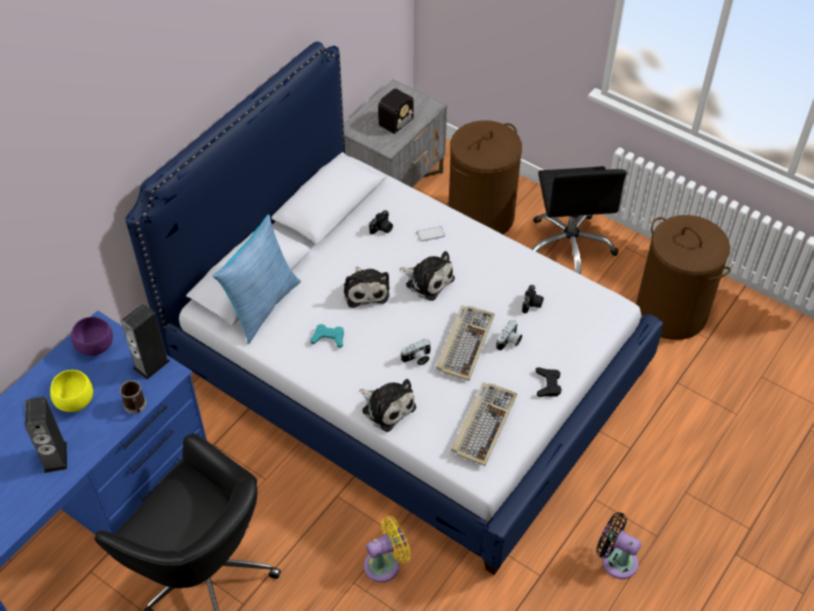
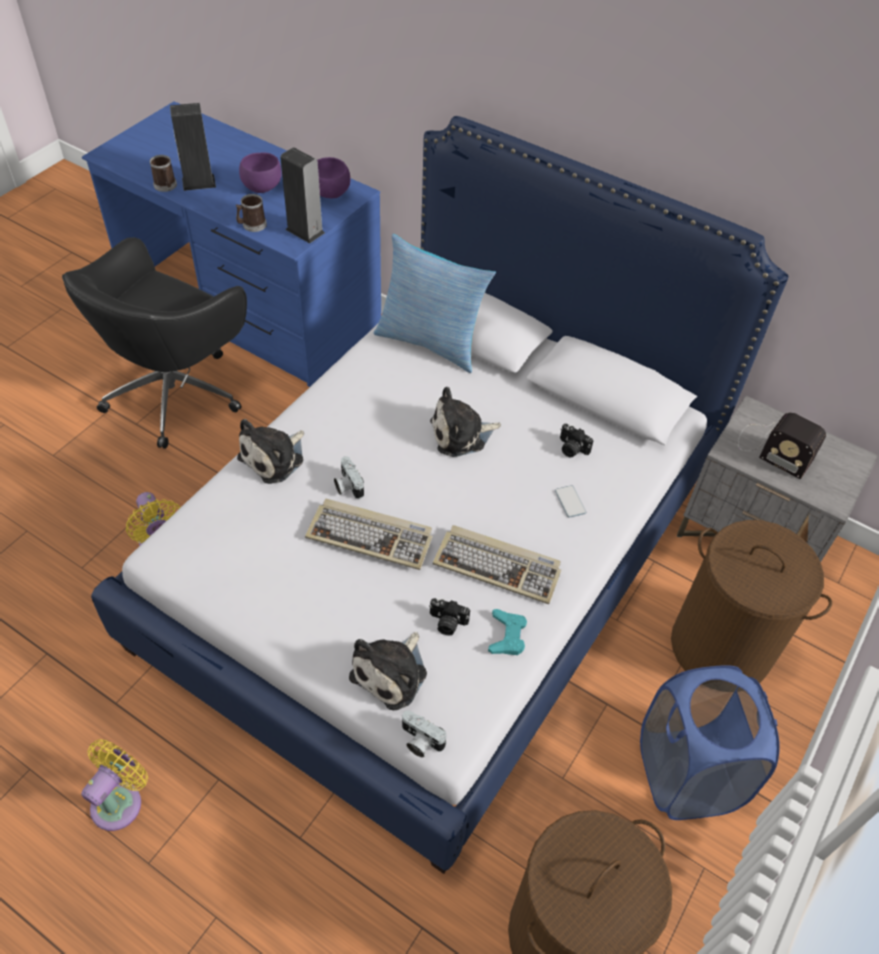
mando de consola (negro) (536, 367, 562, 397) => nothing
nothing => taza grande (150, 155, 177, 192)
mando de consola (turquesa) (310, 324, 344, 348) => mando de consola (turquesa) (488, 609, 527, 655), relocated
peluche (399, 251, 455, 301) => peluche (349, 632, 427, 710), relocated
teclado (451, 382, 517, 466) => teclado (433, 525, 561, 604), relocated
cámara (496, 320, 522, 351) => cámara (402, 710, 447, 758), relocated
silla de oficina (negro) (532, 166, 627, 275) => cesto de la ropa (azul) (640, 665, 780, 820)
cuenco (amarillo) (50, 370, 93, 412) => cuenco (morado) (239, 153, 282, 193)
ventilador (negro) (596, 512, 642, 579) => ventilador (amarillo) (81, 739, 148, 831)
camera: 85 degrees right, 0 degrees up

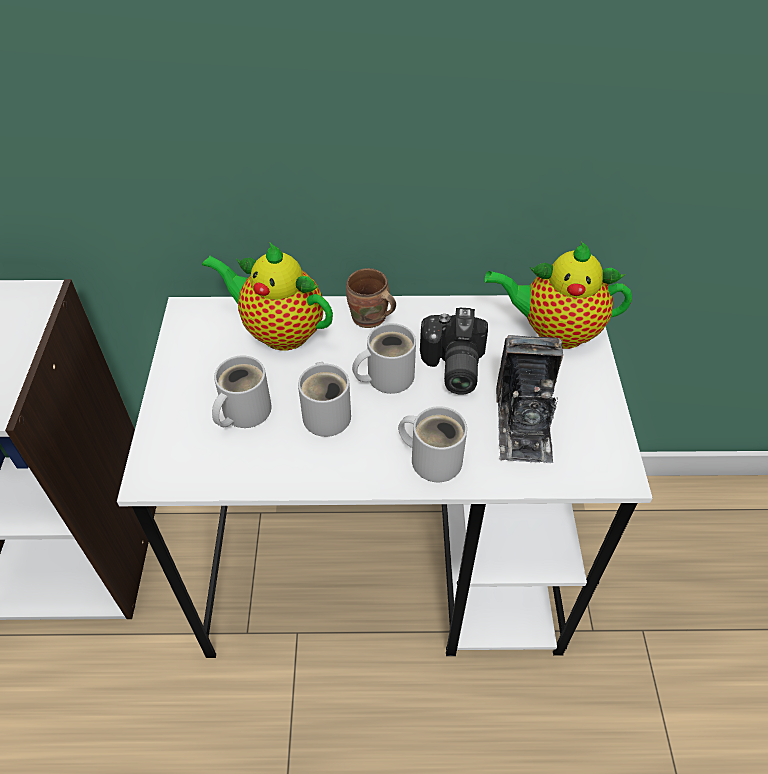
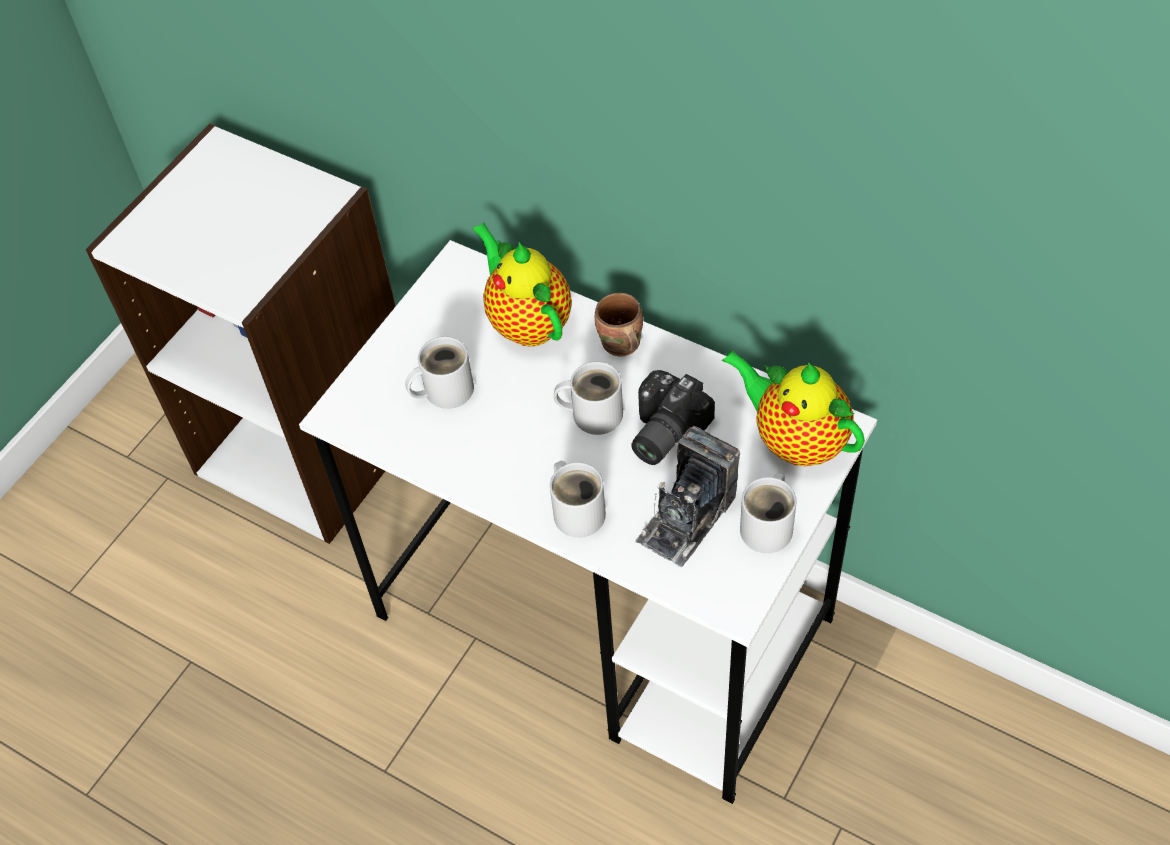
taza grande (blanco) (298, 362, 351, 437) => taza grande (blanco) (740, 473, 797, 553), relocated
camera: 35 degrees right, 5 degrees up

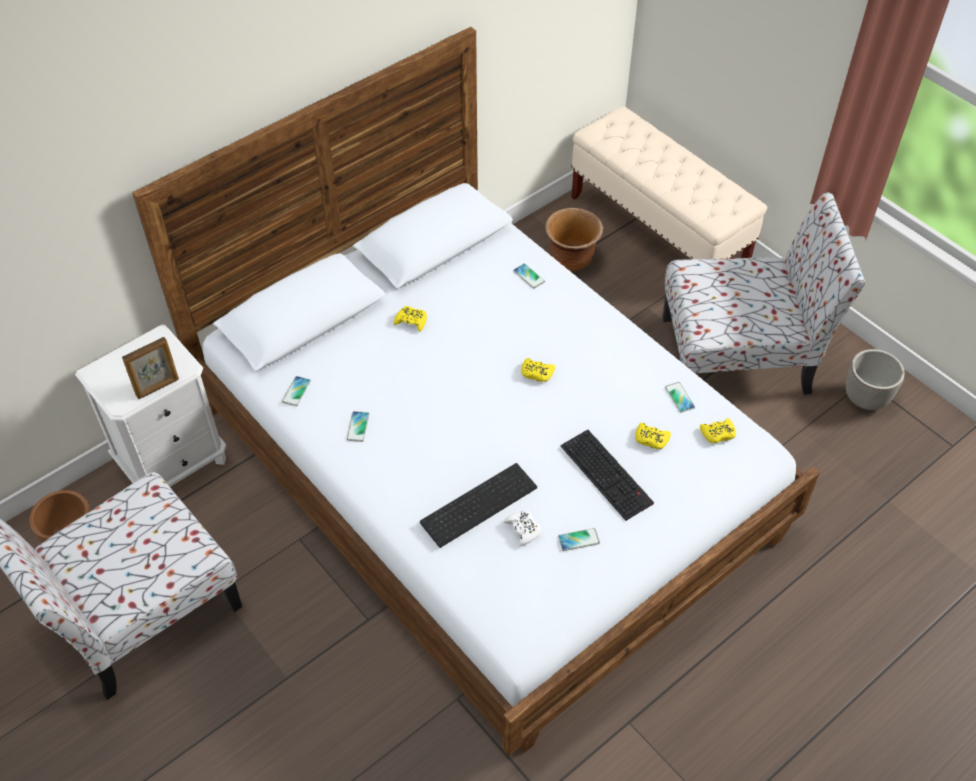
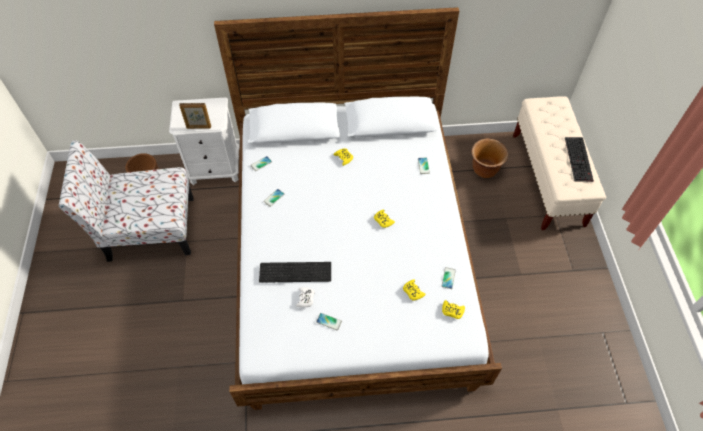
silla (662, 193, 865, 395) => nothing
maceta (846, 349, 905, 410) => nothing
teclado (561, 430, 654, 521) => teclado (565, 137, 594, 182), relocated
camera: 35 degrees right, 5 degrees up

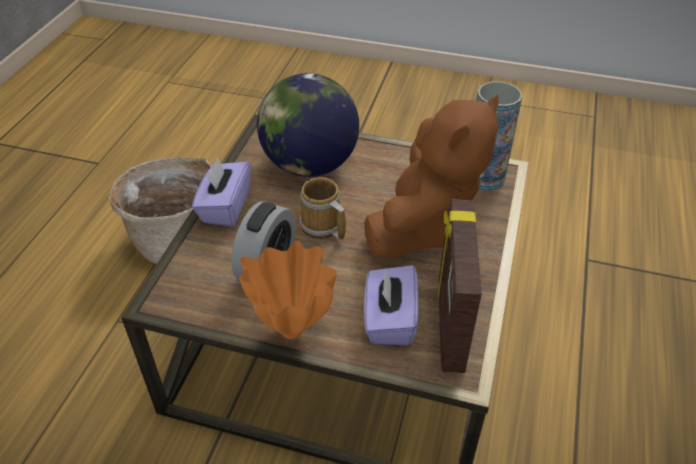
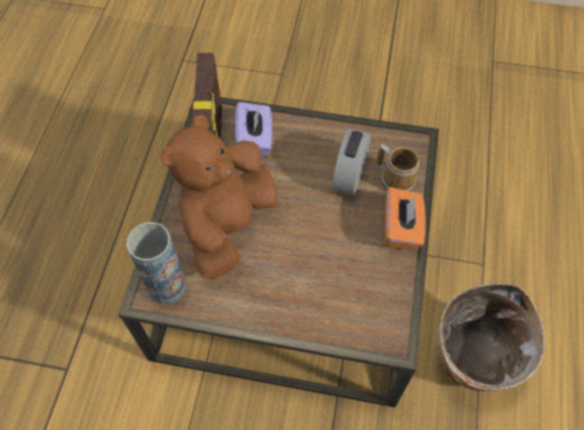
florero (naranja) (239, 241, 337, 339) => nothing
globo terráqueo (257, 73, 359, 177) => nothing
taza grande (300, 177, 346, 240) => taza grande (377, 145, 419, 191), relocated
caja de pañuelos (morado) (192, 157, 251, 226) => caja de pañuelos (naranja) (385, 187, 426, 250)
camera: 175 degrees right, 15 degrees up

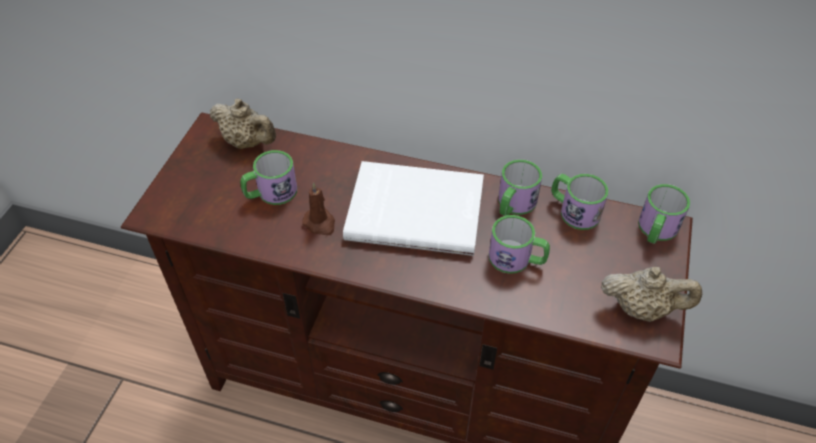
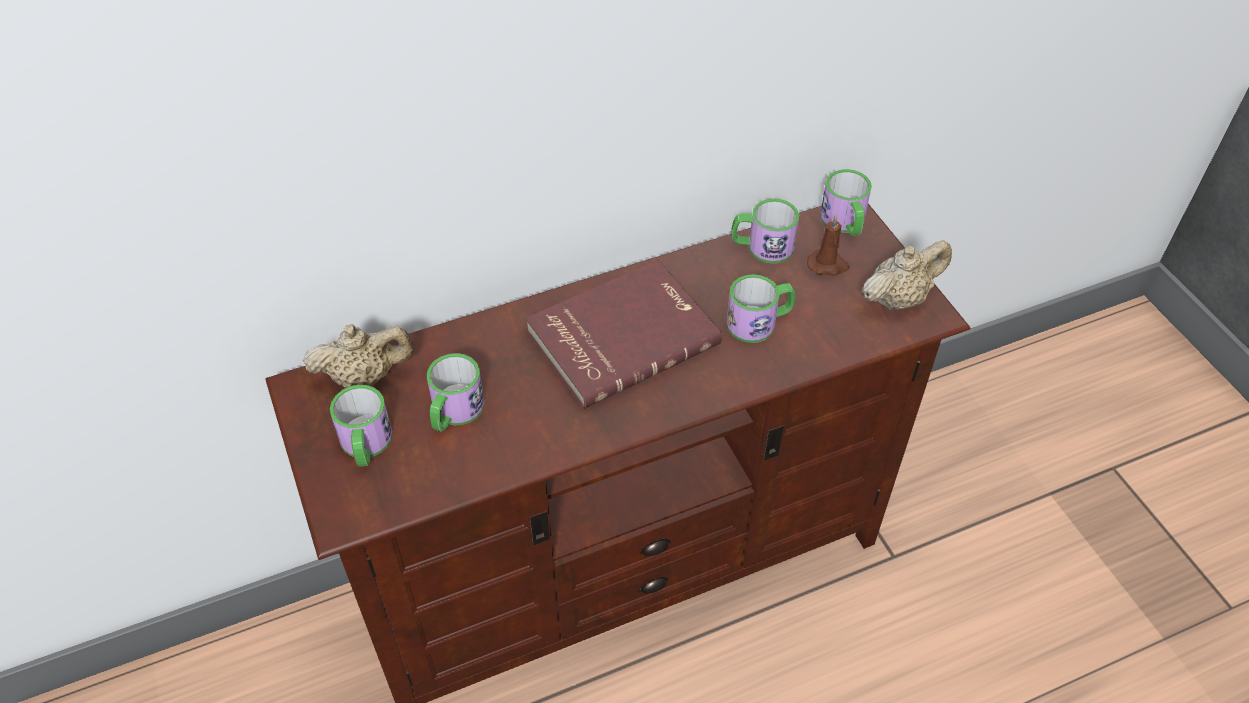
vela (marrón) (302, 182, 335, 235) => vela (marrón) (807, 215, 850, 276), relocated
taza grande (498, 159, 542, 216) => taza grande (330, 385, 393, 467), relocated
libro (blanco) (343, 161, 484, 256) => libro (rojo) (525, 260, 722, 409)
camera: 40 degrees left, 0 degrees up

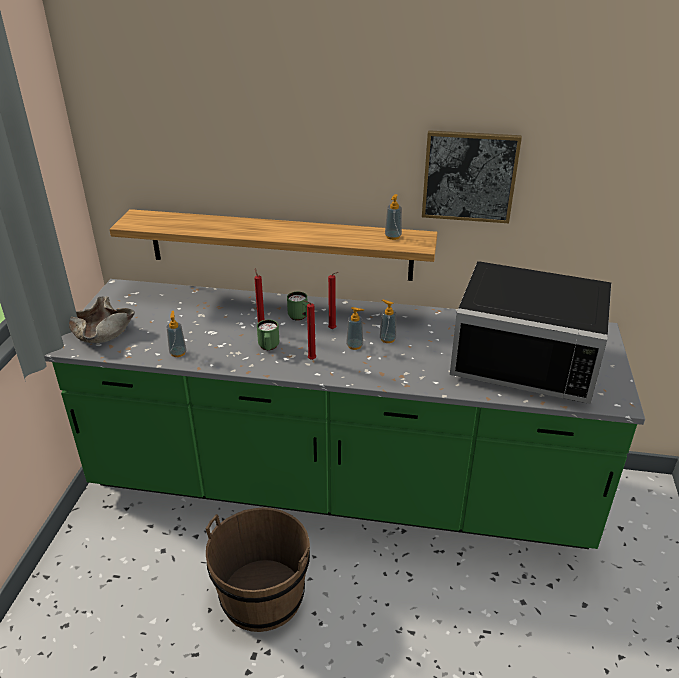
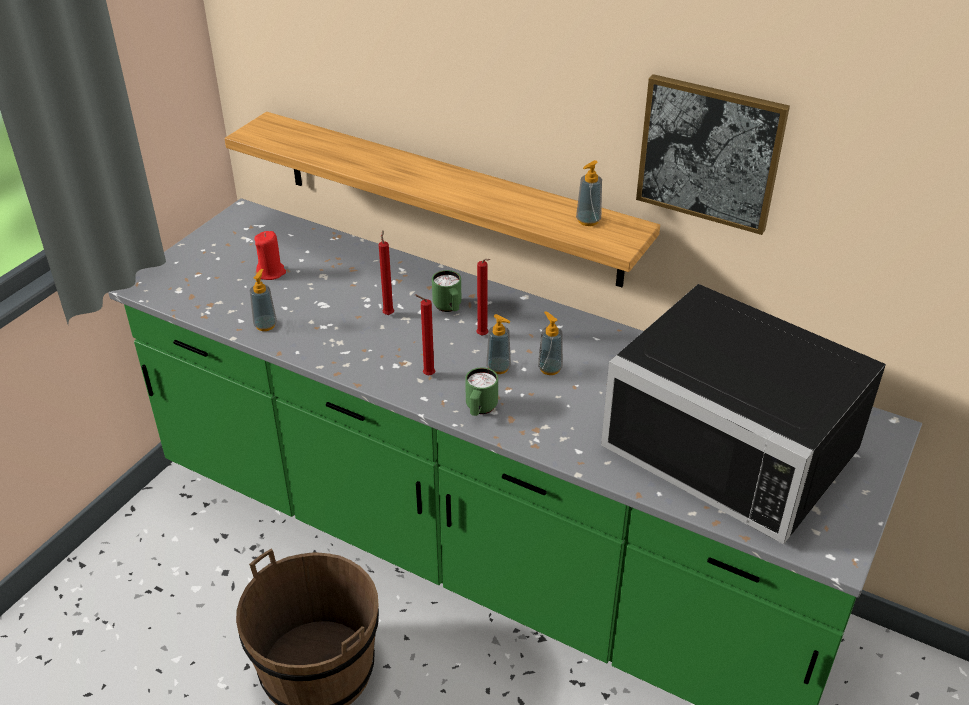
cuenco (beis) (69, 296, 135, 343) => nothing
nothing => vela (rojo) (254, 231, 286, 280)
taza grande (verde) (257, 320, 279, 350) => taza grande (verde) (465, 367, 498, 416), relocated
camera: 20 degrees right, 5 degrees up

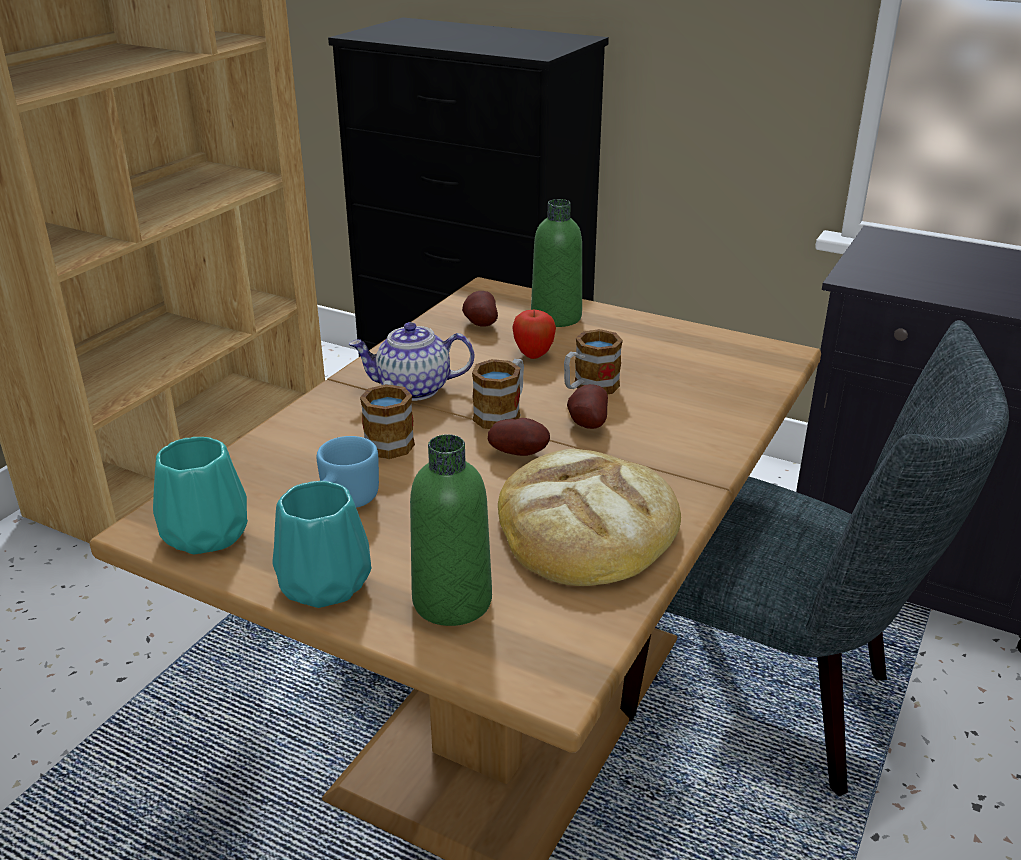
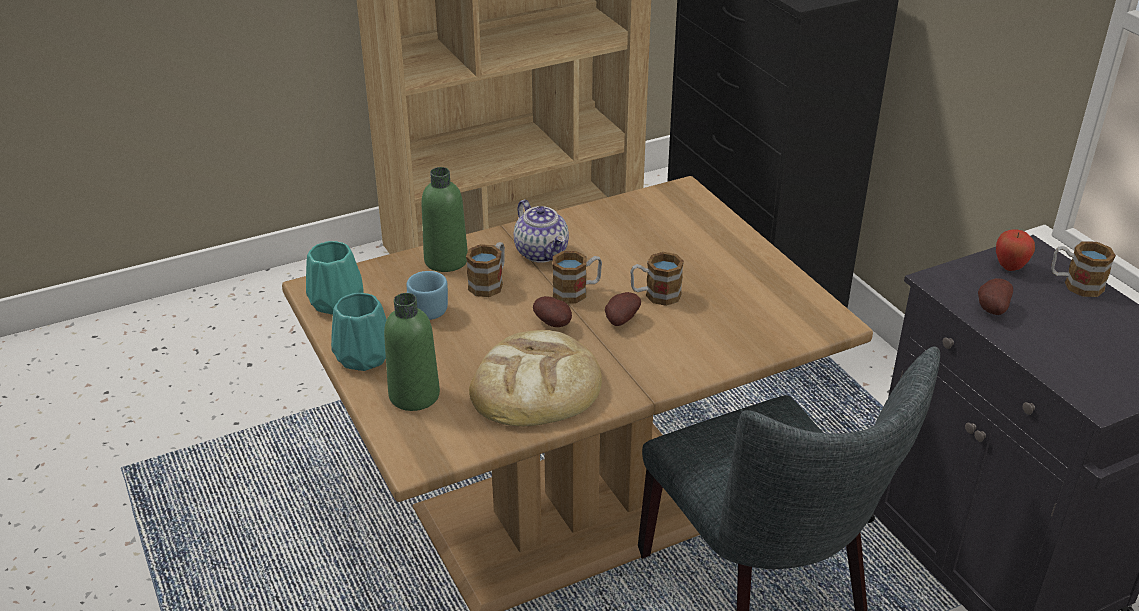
nothing => taza grande (1051, 241, 1116, 297)
patata (462, 291, 498, 327) => patata (978, 278, 1013, 315), relocated
manzana (512, 309, 556, 359) => manzana (996, 229, 1035, 271), relocated
botella (verde) (531, 199, 582, 327) => botella (verde) (421, 167, 468, 272), relocated
tetera (349, 322, 474, 401) => tetera (514, 200, 569, 263), 150 degrees counterclockwise
camera: 35 degrees right, 5 degrees up

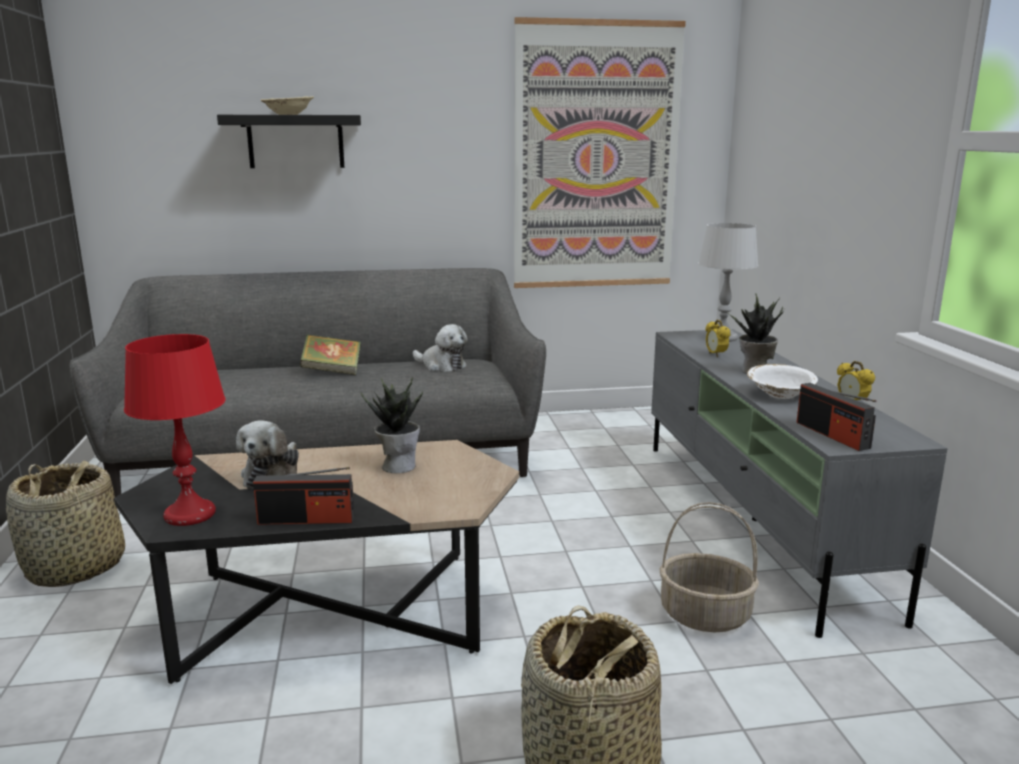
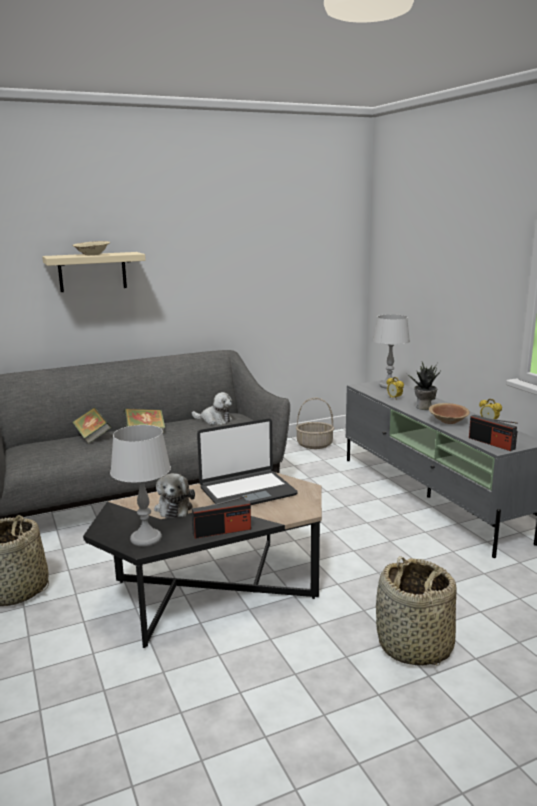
cuadro (514, 17, 686, 288) => nothing
nothing => libro (73, 407, 111, 444)
cesta (659, 502, 759, 632) => cesta (296, 398, 334, 449), relocated
planta en maceta (361, 377, 423, 473) => portátil (197, 418, 298, 505)
lámpara de mesa (rojo) (124, 334, 226, 526) => lámpara de mesa (gris) (110, 425, 171, 547)
estante (negro) (217, 115, 361, 168) => estante (beis) (42, 252, 146, 292)
cuenco (blanco) (747, 364, 818, 399) => cuenco (marrón) (429, 403, 470, 424)
camera: 15 degrees left, 0 degrees up

